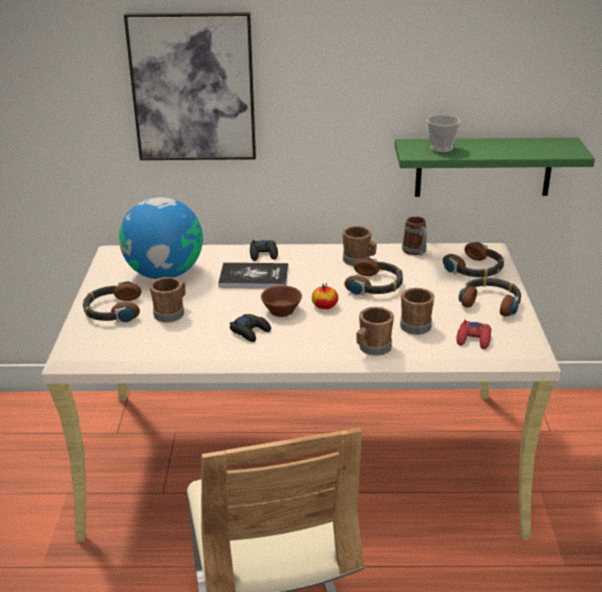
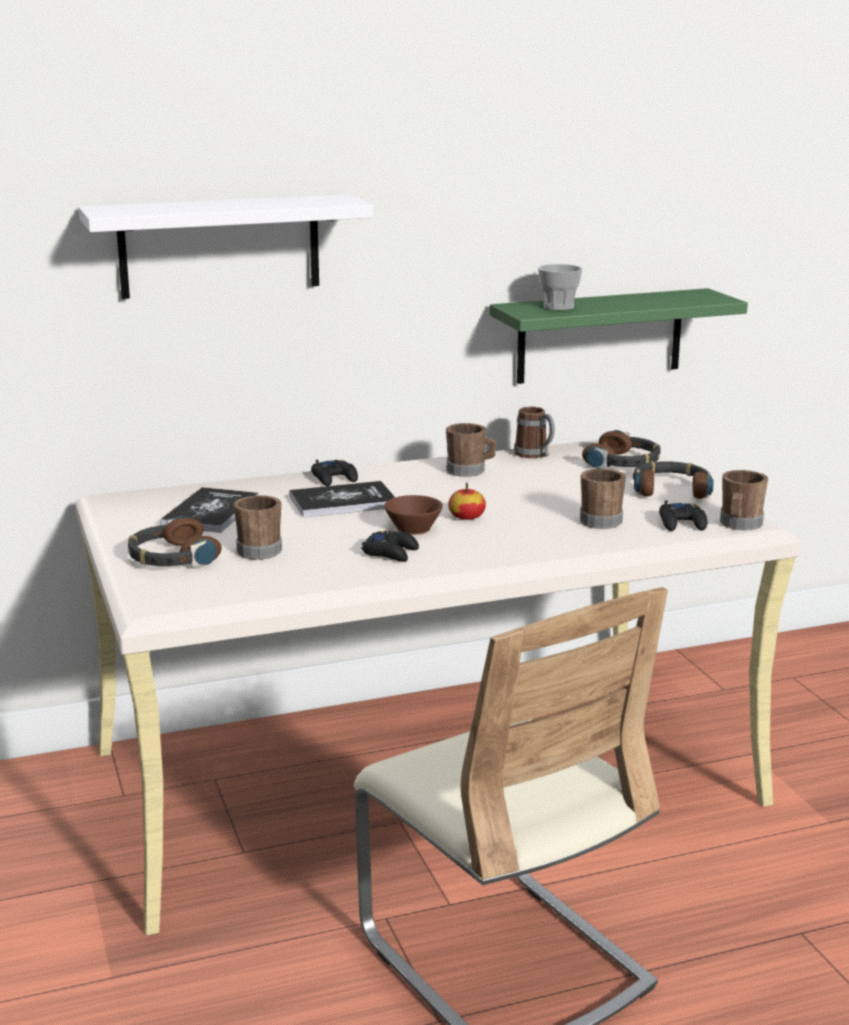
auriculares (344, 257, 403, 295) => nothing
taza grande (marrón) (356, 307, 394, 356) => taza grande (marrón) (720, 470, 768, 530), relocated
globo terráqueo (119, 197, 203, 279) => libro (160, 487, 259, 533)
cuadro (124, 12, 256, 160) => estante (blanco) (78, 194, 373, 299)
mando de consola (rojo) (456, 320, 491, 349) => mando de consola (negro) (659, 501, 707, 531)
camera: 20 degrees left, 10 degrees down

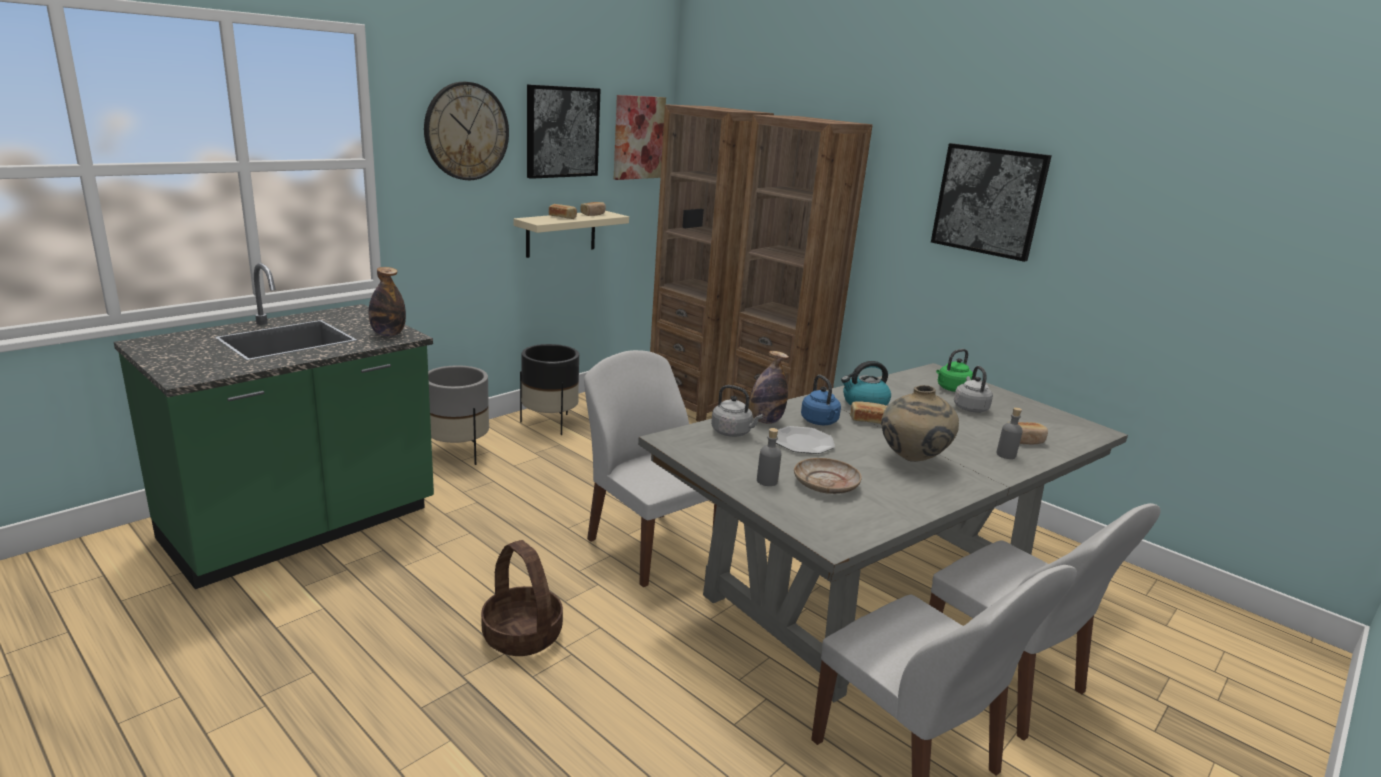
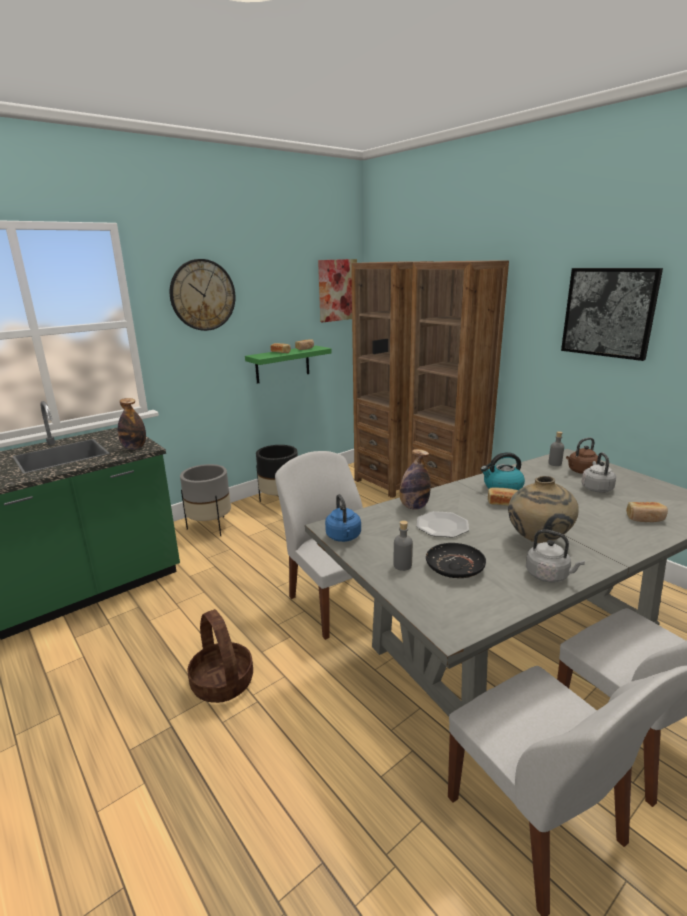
cuadro (527, 84, 601, 179) => nothing
hervidor (gris) (711, 385, 763, 437) => hervidor (gris) (526, 529, 585, 582), relocated
hervidor (azul) (801, 375, 841, 425) => hervidor (azul) (325, 494, 361, 542), relocated
botella (gris) (996, 407, 1023, 459) => botella (gris) (548, 431, 564, 466), relocated
estante (beis) (514, 211, 629, 258) => estante (verde) (245, 345, 332, 384)
plato (beis) (794, 458, 862, 494) => plato (negro) (426, 543, 486, 578)
hervidor (verde) (936, 349, 973, 392) => hervidor (marrón) (566, 438, 598, 474)
camera: 10 degrees right, 0 degrees up

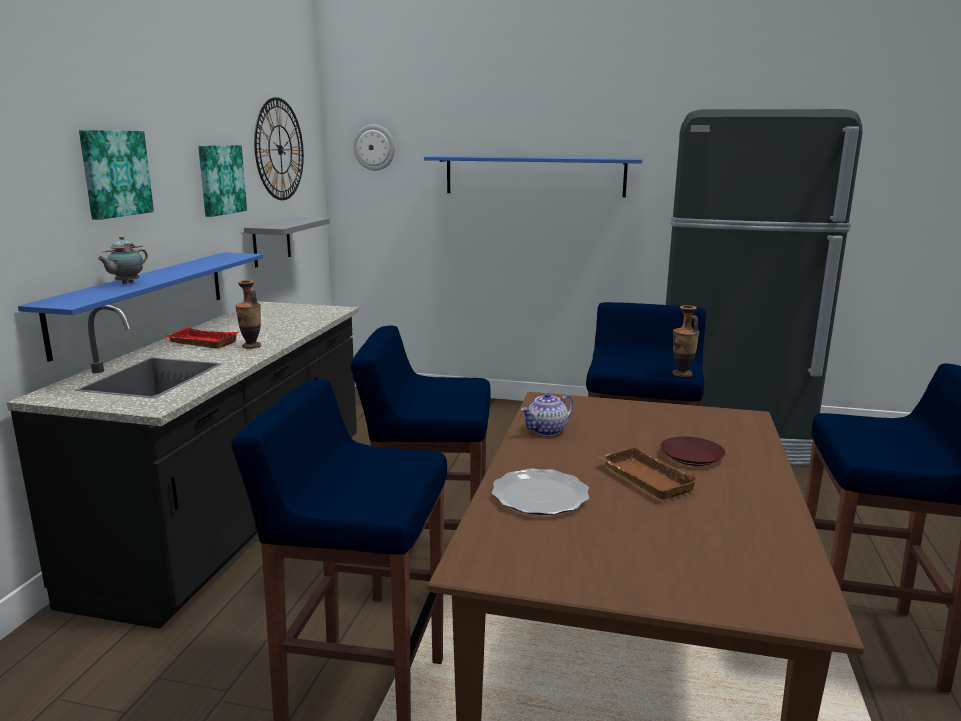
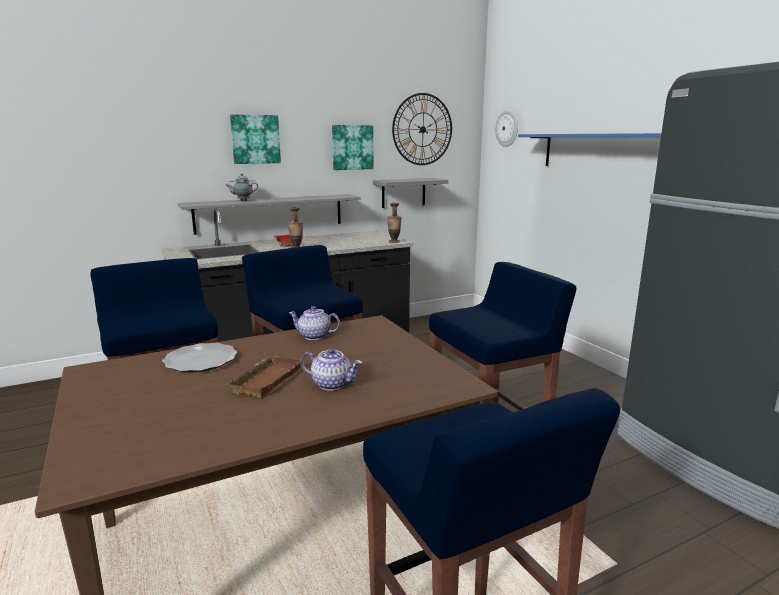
florero (673, 305, 699, 377) => florero (387, 203, 401, 243), relocated
plato (marrón) (660, 436, 725, 466) => tetera (301, 348, 363, 391)
estante (azul) (18, 252, 263, 362) => estante (gris) (177, 194, 361, 235)
camera: 50 degrees right, 0 degrees up

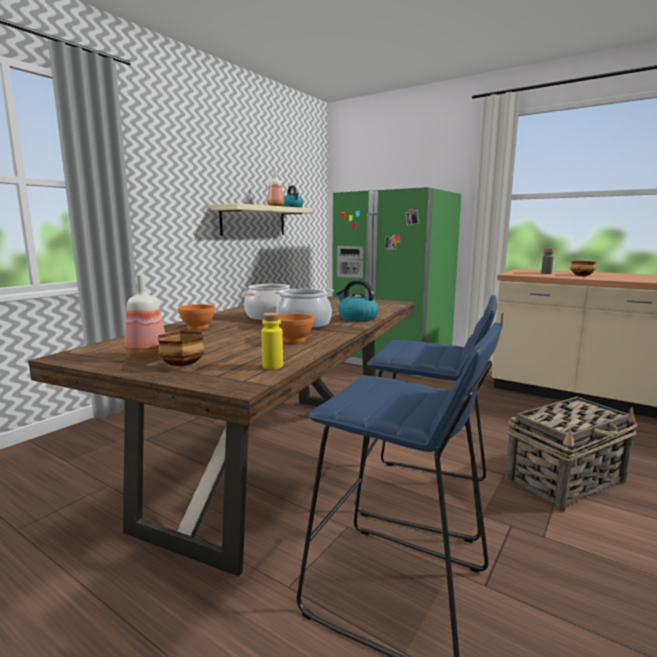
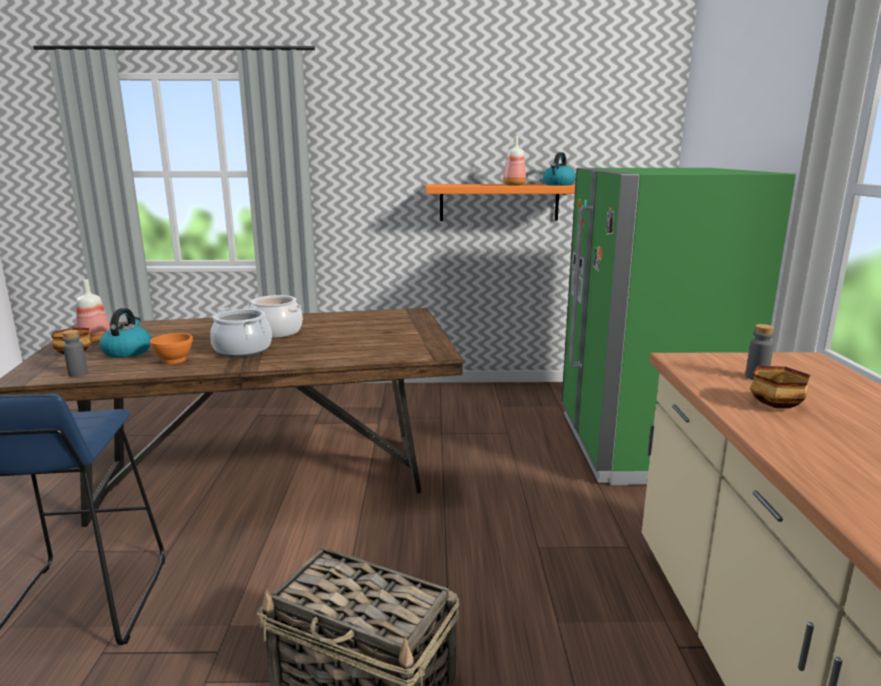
cuenco (naranja) (178, 304, 216, 330) => nothing
taburete (azul) (355, 295, 497, 543) => nothing
hervidor (336, 280, 379, 321) => hervidor (99, 308, 151, 358), relocated
estante (beis) (210, 203, 313, 235) => estante (naranja) (426, 184, 575, 221)
botella (amarillo) (261, 312, 283, 369) => botella (gris) (62, 330, 88, 377)
camera: 55 degrees right, 5 degrees up

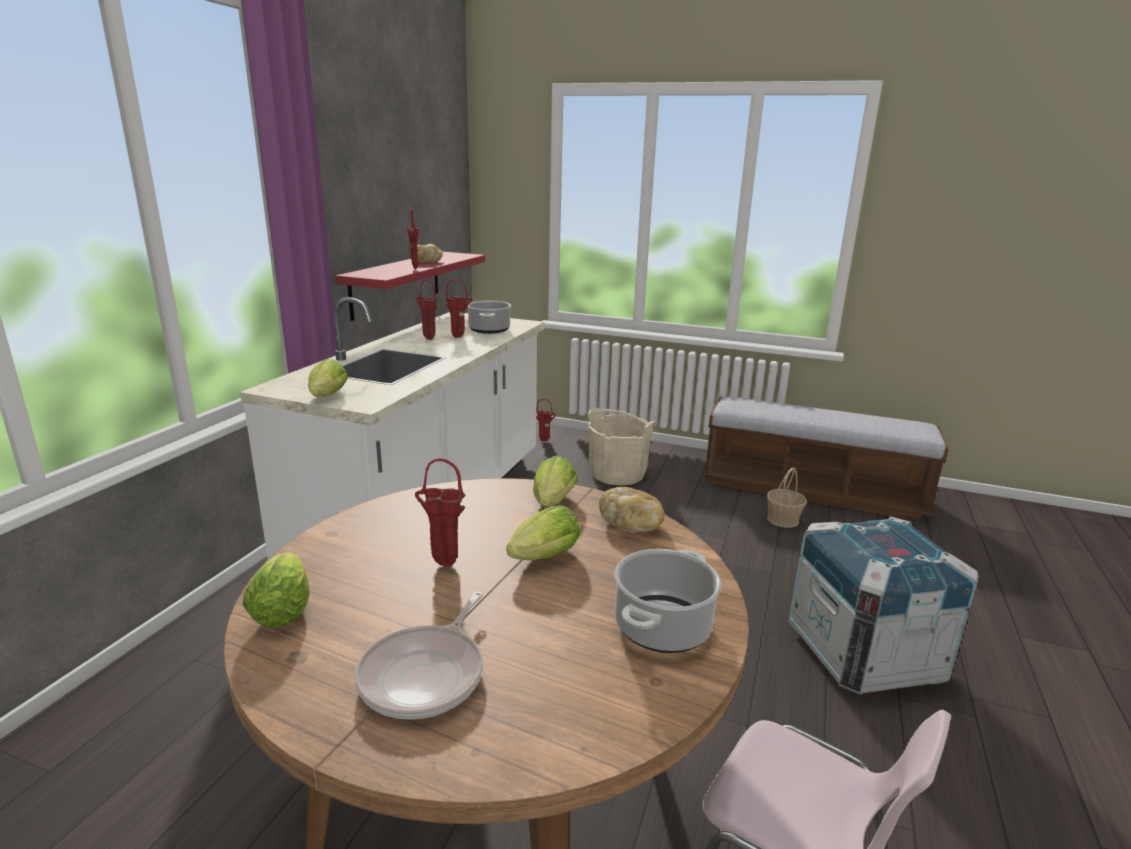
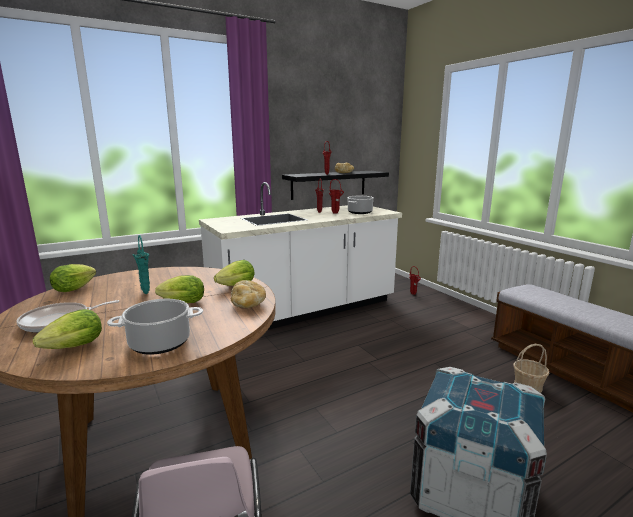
cubo (beis) (588, 408, 655, 486) => nothing
lechuga (308, 359, 348, 397) => lechuga (33, 309, 102, 349), relocated
estante (rojo) (335, 252, 485, 321) => estante (negro) (282, 171, 389, 200)
florero (rojo) (415, 459, 466, 566) => florero (turquesa) (132, 235, 150, 294)
camera: 40 degrees right, 5 degrees down

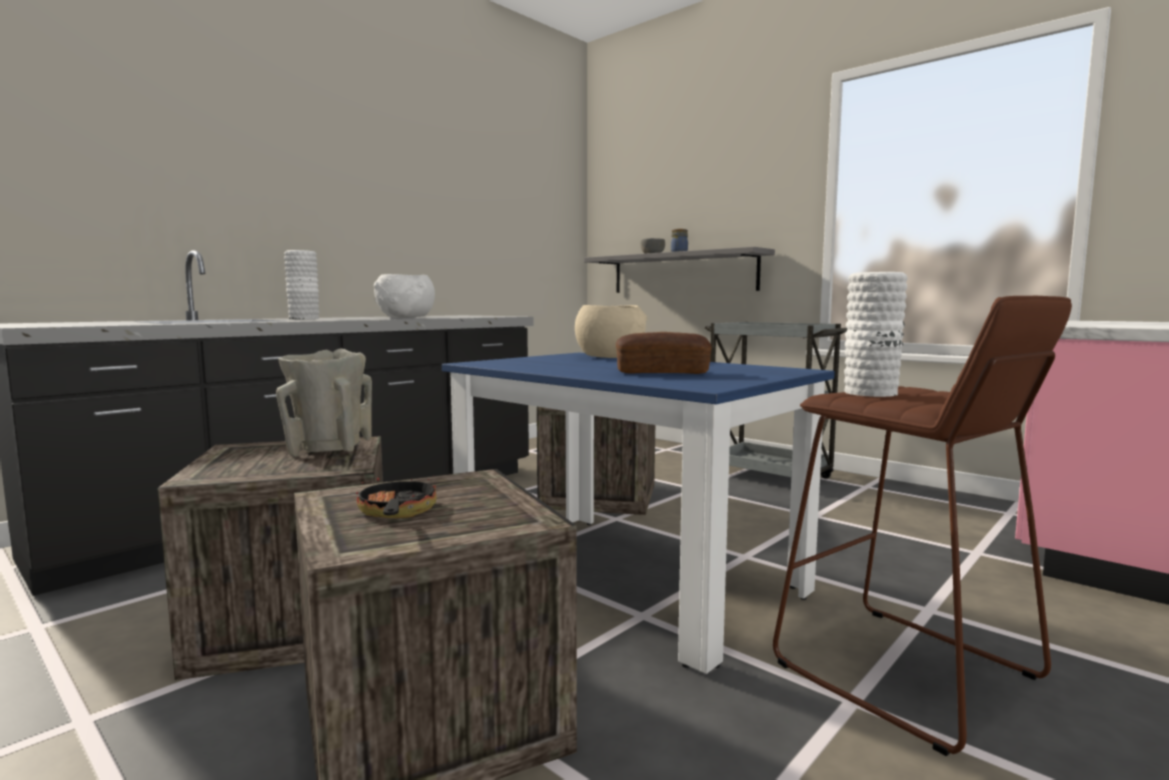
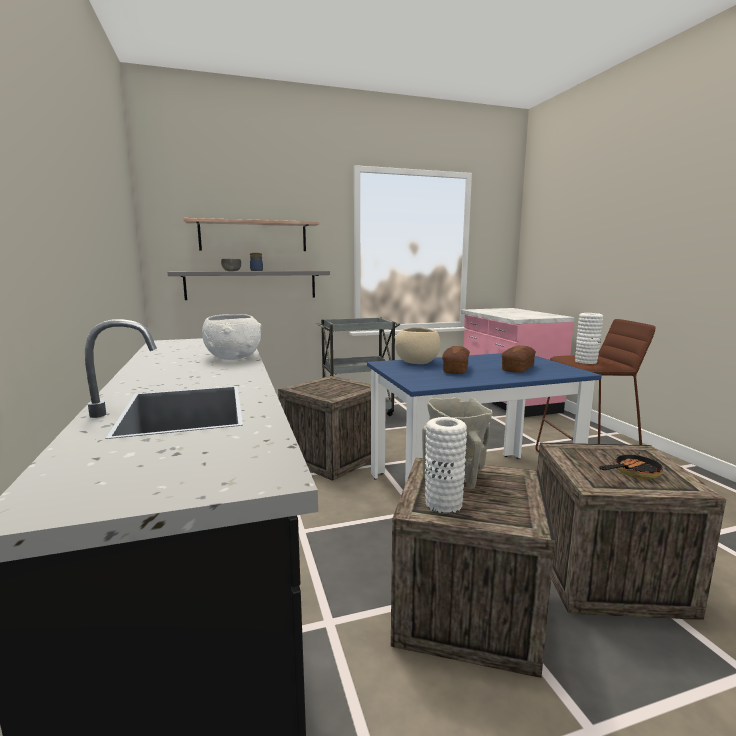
nothing => estante (184, 218, 320, 251)
nothing => pan (442, 346, 470, 374)
florero (blanco) (284, 250, 319, 319) => florero (blanco) (425, 417, 467, 514), relocated
sartén (356, 475, 437, 519) => sartén (599, 447, 664, 479), 135 degrees clockwise
camera: 60 degrees left, 5 degrees up

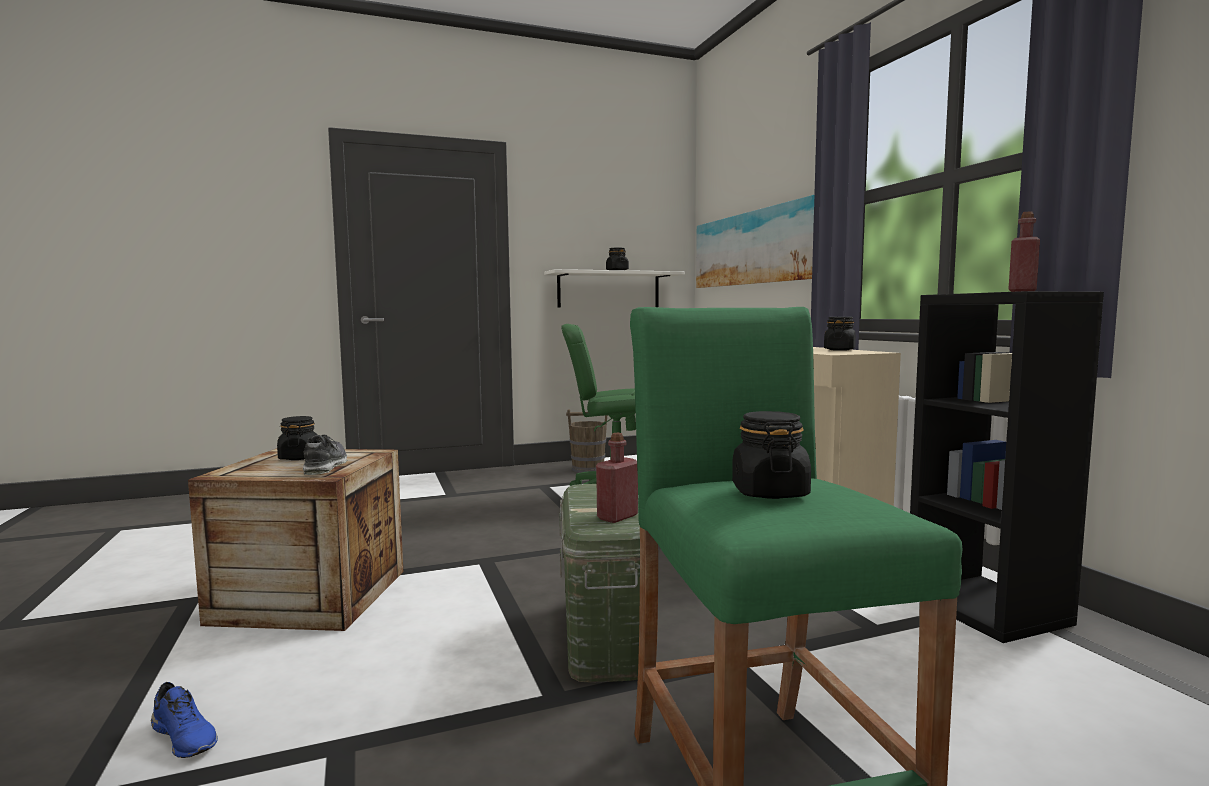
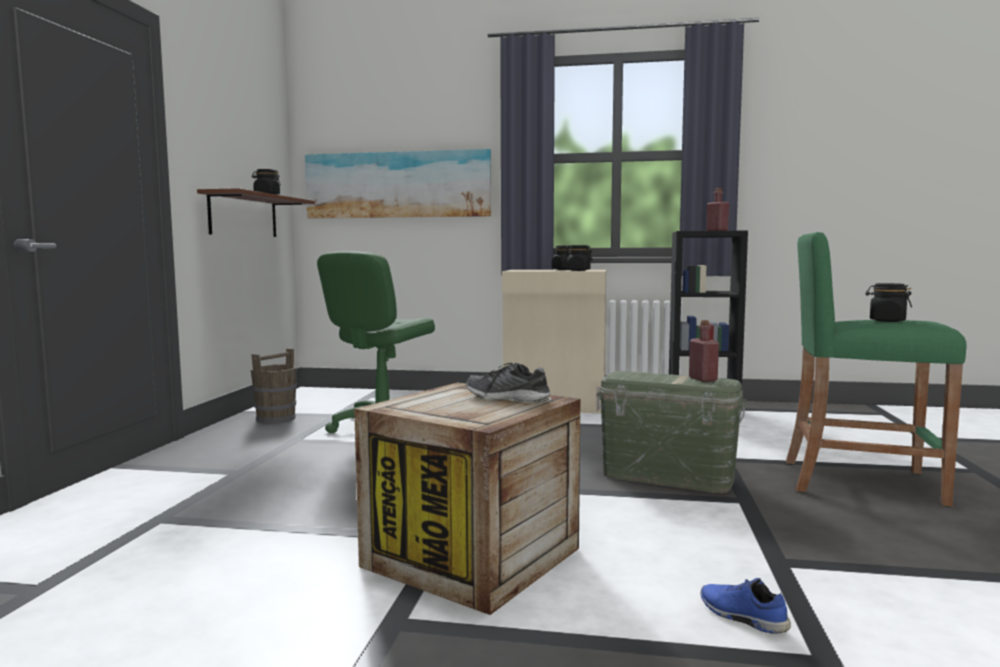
tarro (negro) (277, 416, 318, 460) => tarro (negro) (565, 245, 593, 271), relocated
estante (blanco) (544, 269, 685, 308) => estante (marrón) (197, 188, 315, 237)
zapato (azul) (151, 682, 218, 758) => zapato (azul) (700, 578, 791, 634), 105 degrees counterclockwise
camera: 60 degrees left, 0 degrees up

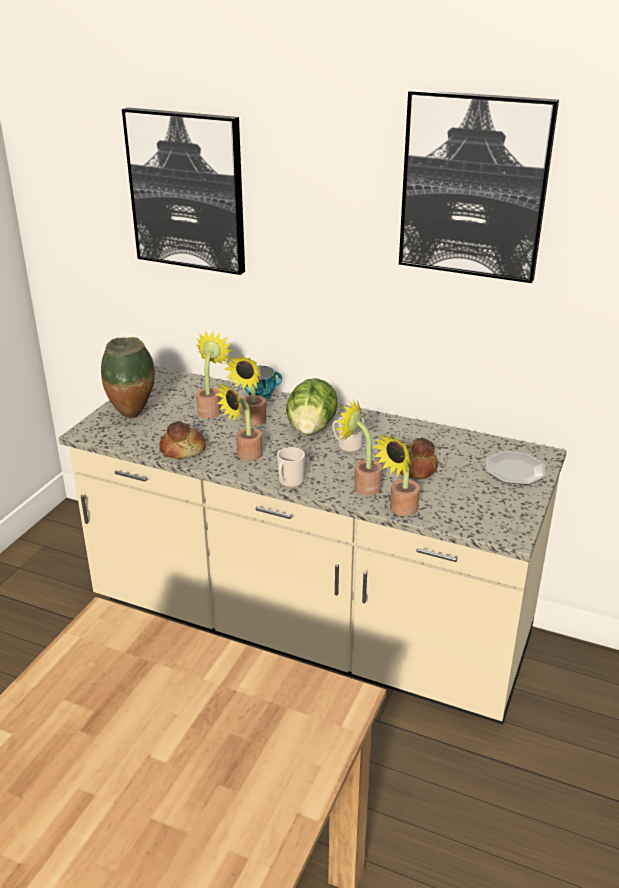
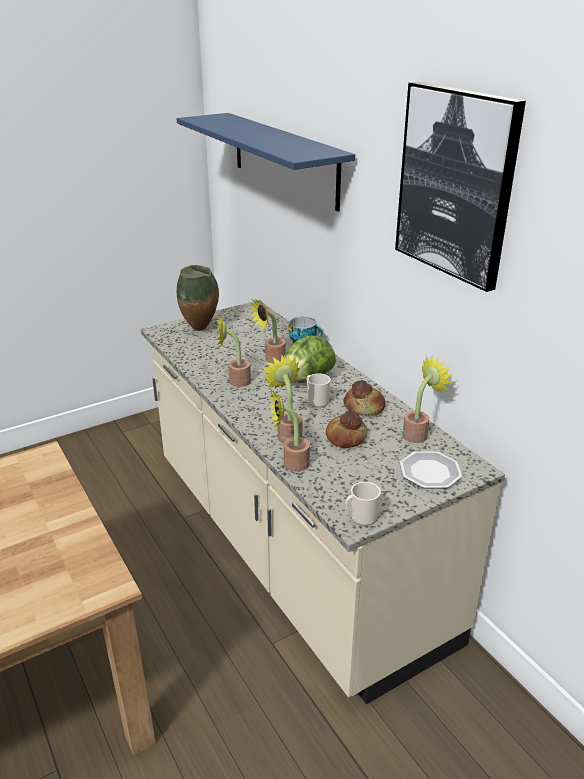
pan (159, 421, 206, 459) => pan (344, 380, 386, 416), relocated
planta en maceta (196, 331, 232, 418) => planta en maceta (403, 354, 453, 443), relocated
taza grande (277, 447, 305, 487) => taza grande (345, 482, 381, 526), relocated
cuadro (122, 107, 245, 275) => estante (azul) (177, 113, 355, 212)
camera: 35 degrees right, 0 degrees up

